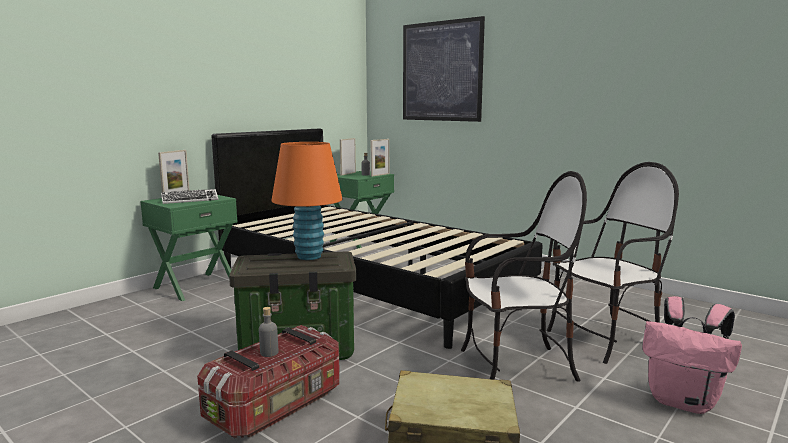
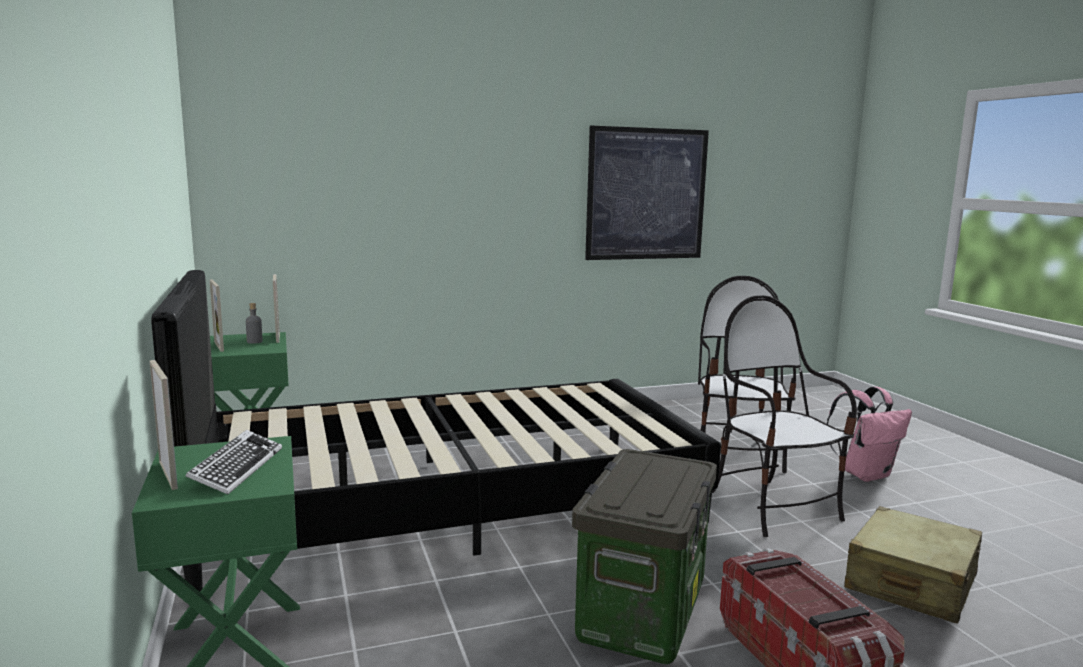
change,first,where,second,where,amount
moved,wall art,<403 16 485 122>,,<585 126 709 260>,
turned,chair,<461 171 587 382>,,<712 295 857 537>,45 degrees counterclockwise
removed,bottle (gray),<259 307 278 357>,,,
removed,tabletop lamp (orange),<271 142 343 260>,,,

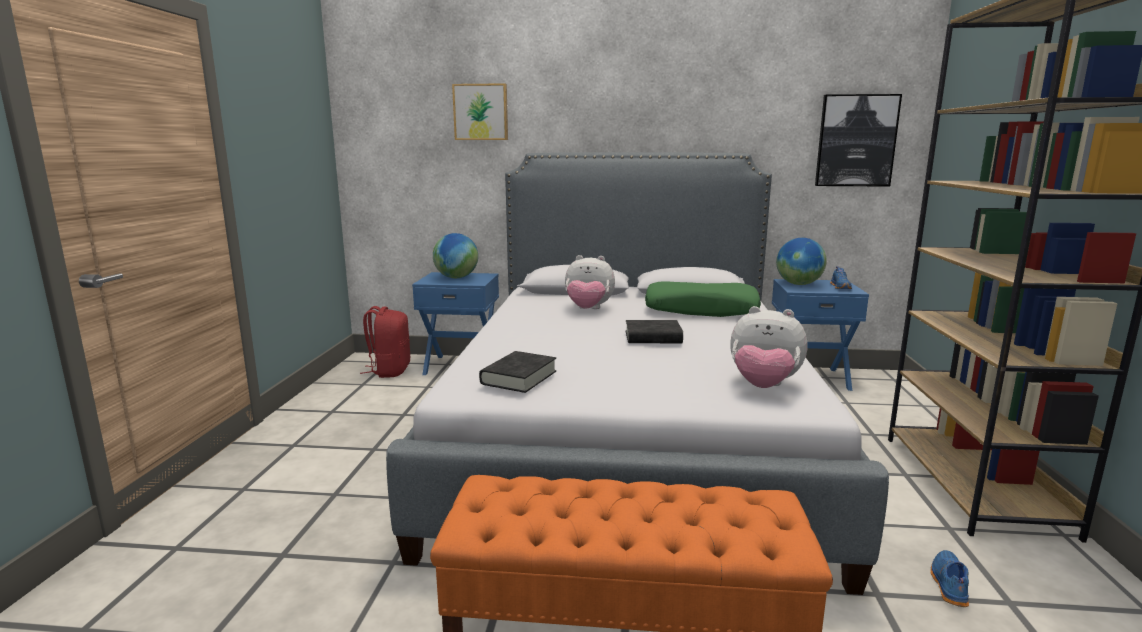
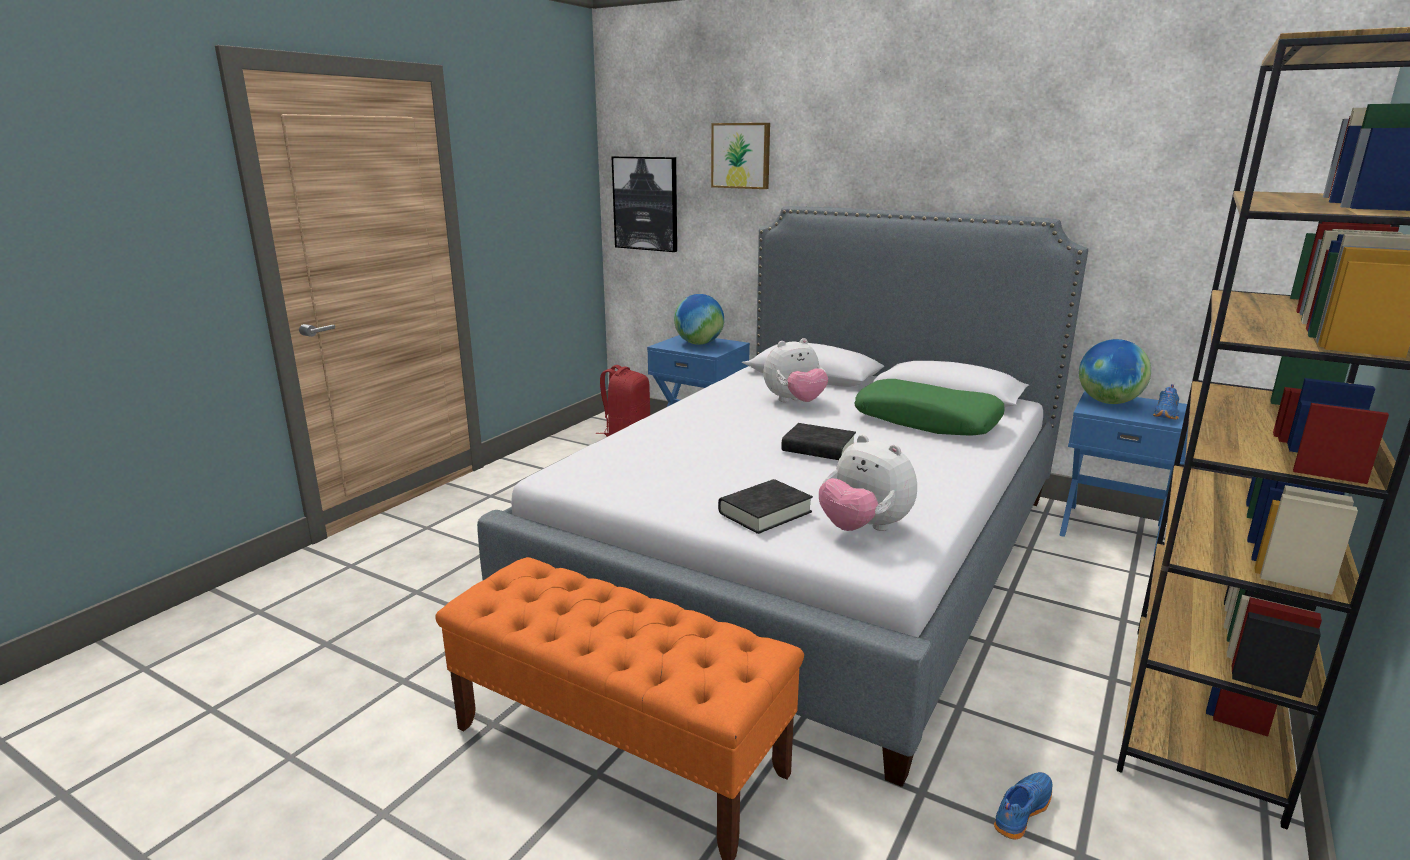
change,first,where,second,where,amount
moved,wall art,<815 94 902 187>,,<612 156 677 252>,
moved,book (blackish),<479 351 556 393>,,<718 479 813 534>,
turned,soft toy,<565 255 615 309>,,<764 338 828 402>,60 degrees counterclockwise

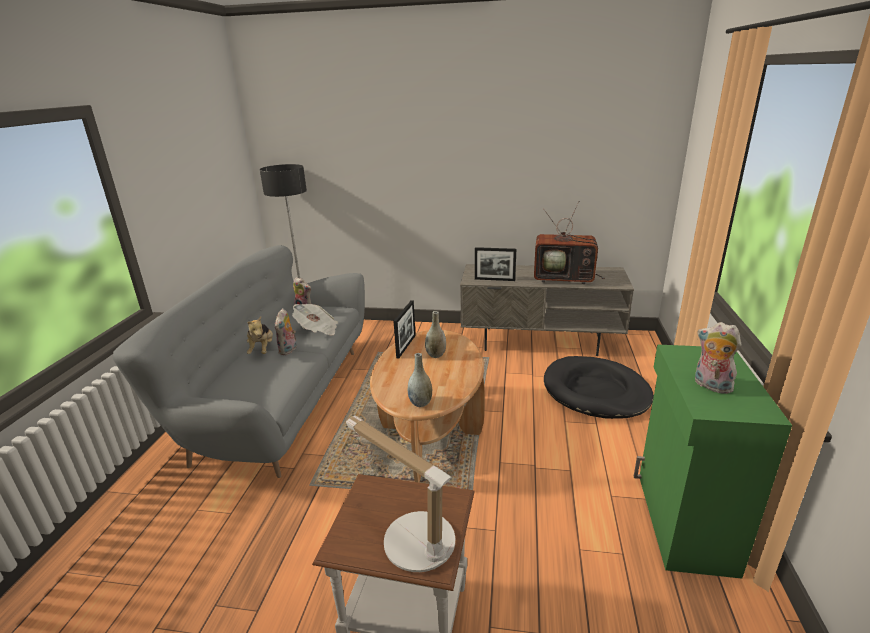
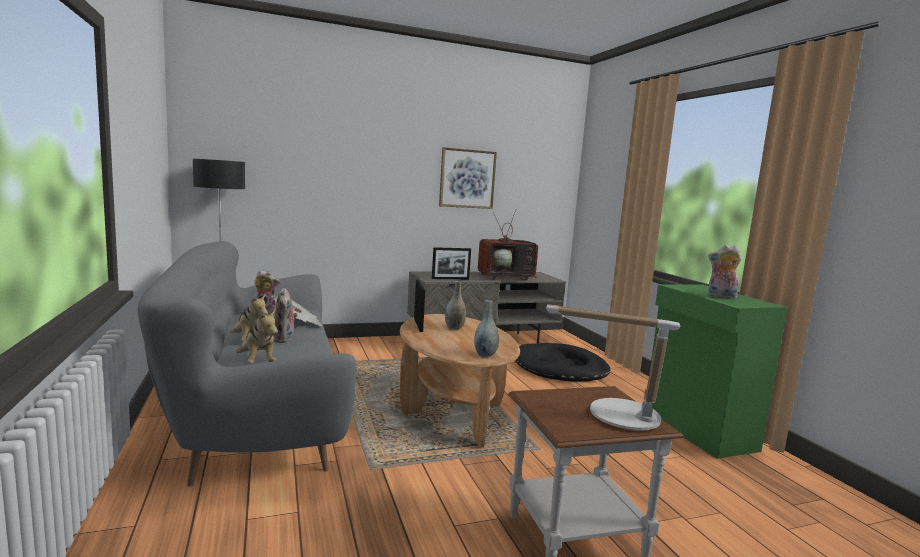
change,first,where,second,where,amount
added,,,soft toy,<235 310 278 364>,
added,,,wall art,<439 147 497 209>,

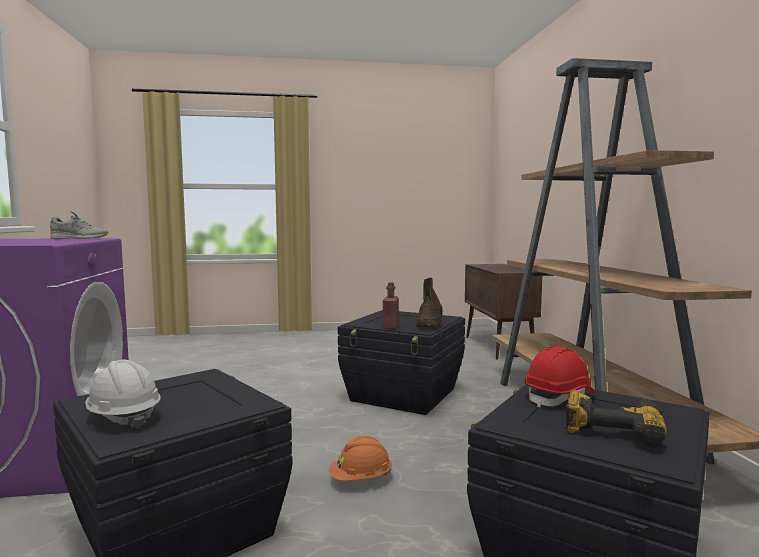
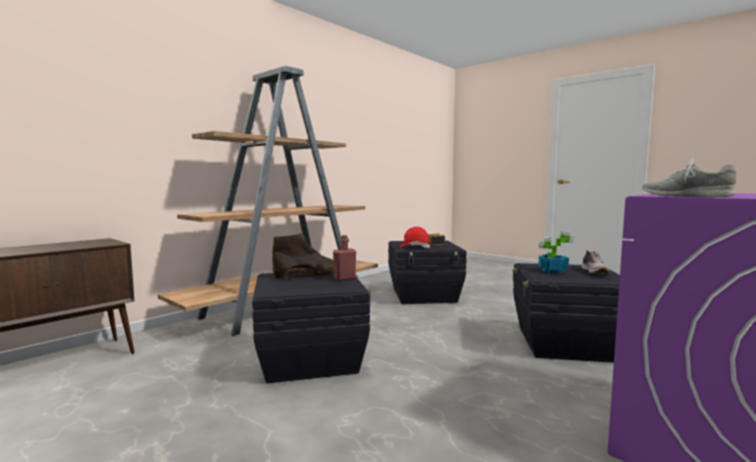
change,first,where,second,where,amount
added,,,potted plant,<538 231 574 273>,
replaced,safety helmet (white-coloured),<85 359 161 429>,low shoe,<582 250 610 274>,
removed,safety helmet (orange),<329 436 392 481>,,,

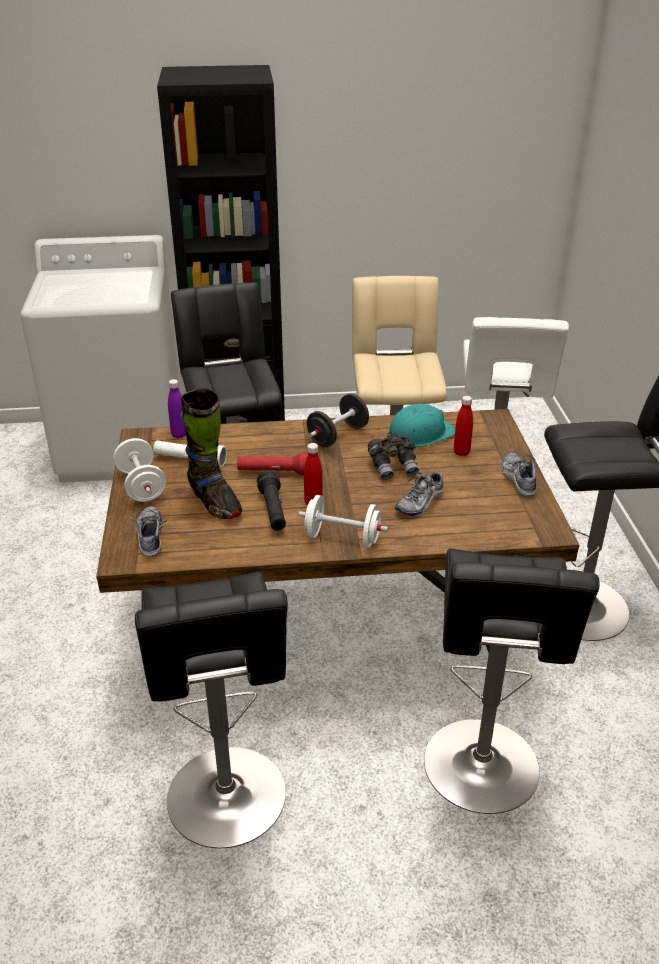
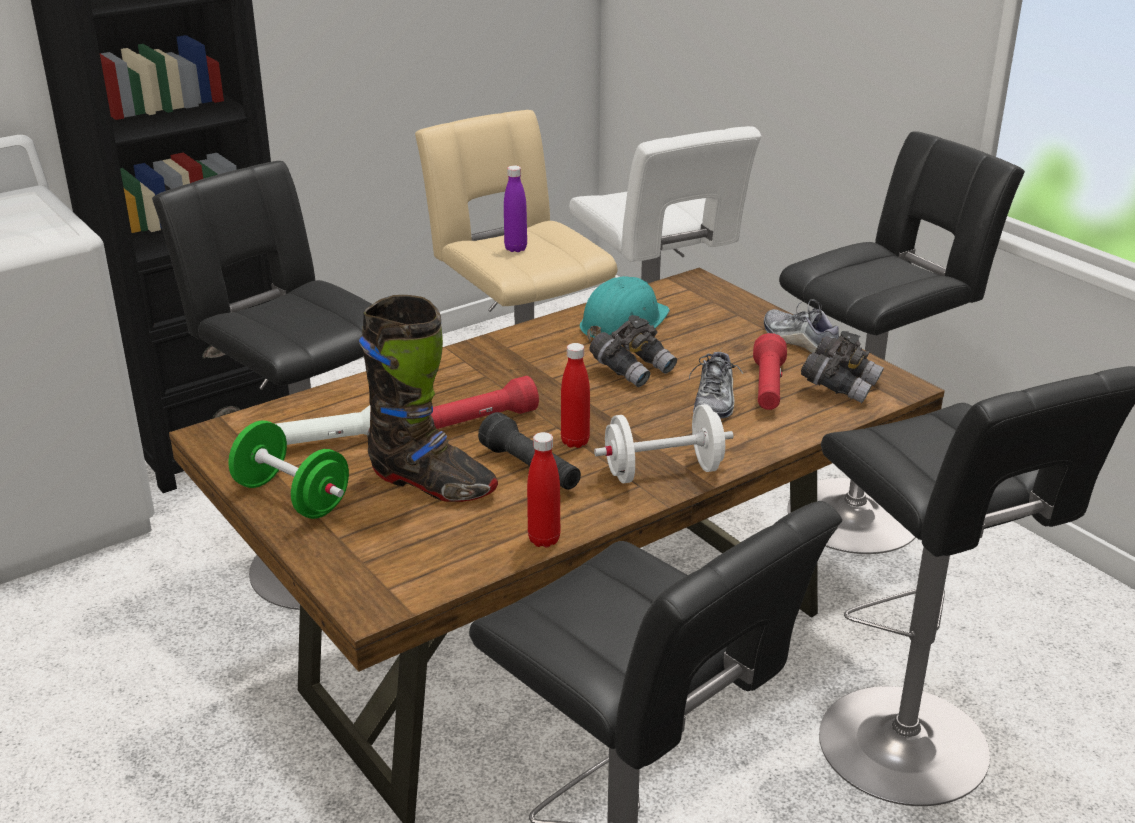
change,first,where,second,where,amount
recoloured,dumbbell (white-coloured),<113 438 166 502>,dumbbell (green),<228 420 349 519>,
moved,bottle (purplish),<168 379 186 438>,,<504 165 527 252>,
moved,bottle (red-coloured),<454 396 473 456>,,<527 432 560 548>,
added,,,flashlight (red-coloured),<753 333 787 410>,
added,,,pair of binoculars (gray),<801 331 884 403>,
removed,low shoe,<129 506 167 557>,,,
removed,dumbbell (blackish),<307 393 369 447>,,,

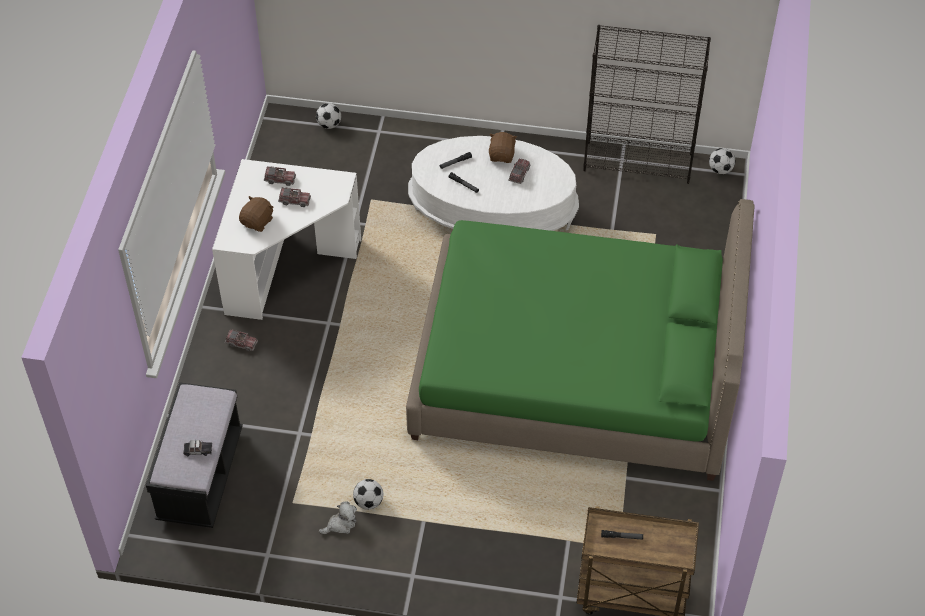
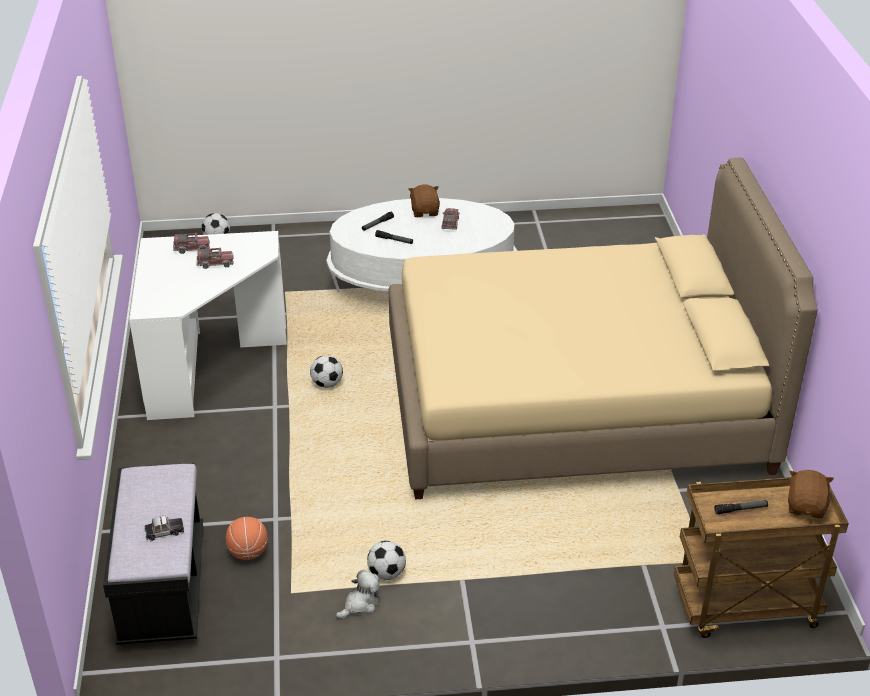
change,first,where,second,where,amount
added,,,basketball ball,<226 517 268 560>,
moved,football ball,<709 148 735 174>,,<310 355 343 388>,
recoloured,bed (green),<406 199 755 481>,bed (beige-coloured),<388 158 818 499>,
moved,soft toy (brown),<239 196 273 232>,,<788 470 834 518>,
removed,toy lorry,<225 329 258 351>,,,
removed,bookshelf (blackish),<583 25 711 184>,,,

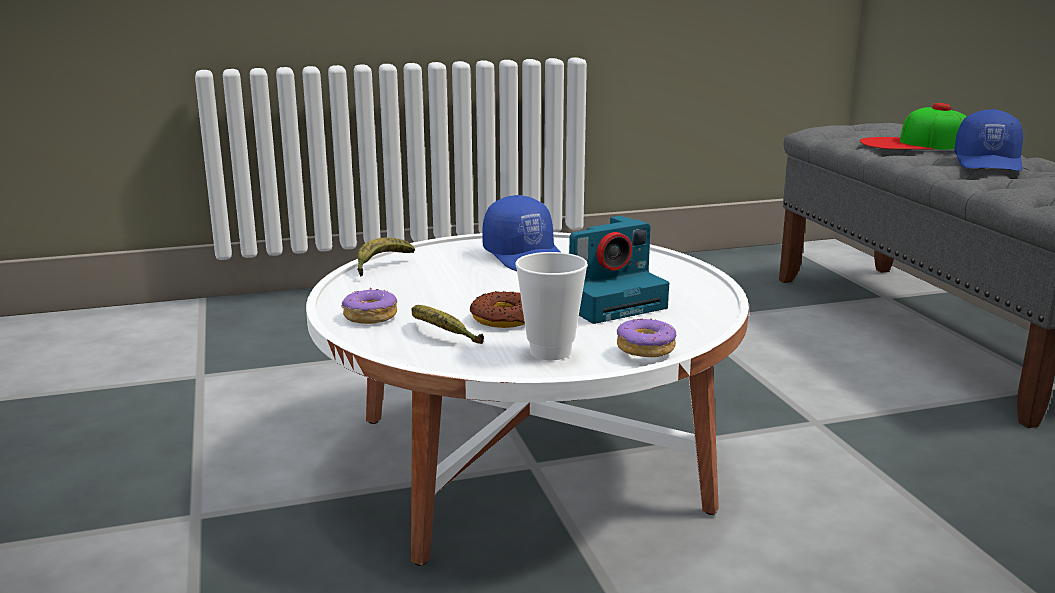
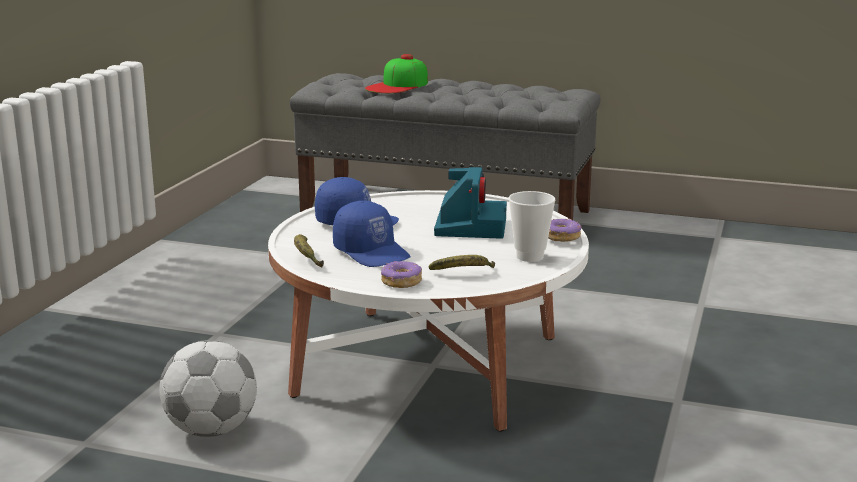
change,first,where,second,where,amount
added,,,football ball,<159 340 257 437>,
moved,cap (blue),<954 109 1023 171>,,<333 201 410 267>,
removed,doughnut,<470 291 525 328>,,,

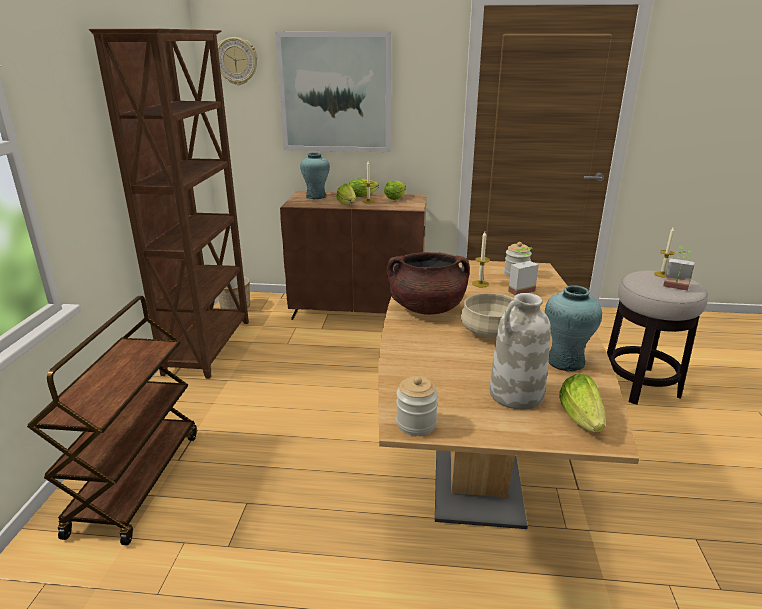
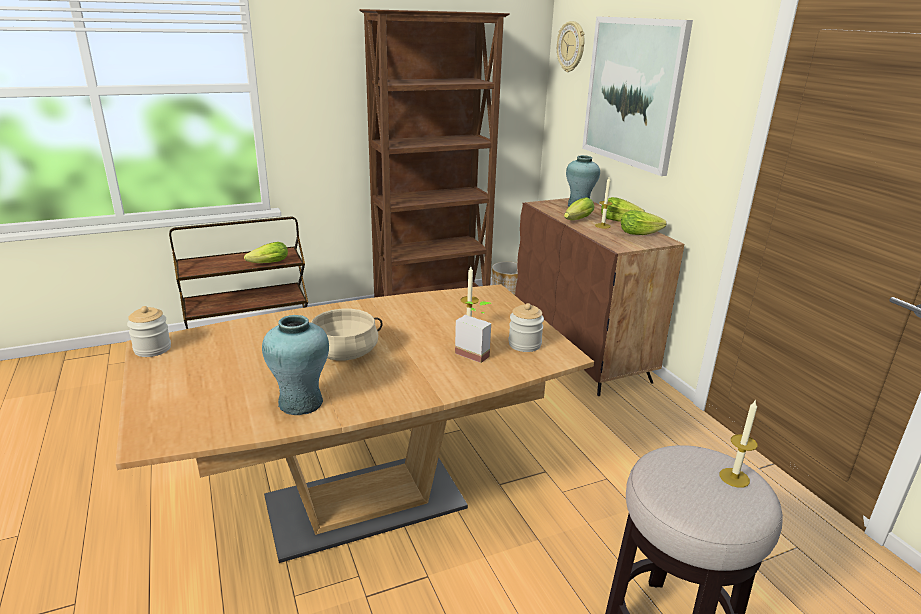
change,first,where,second,where,amount
moved,head of lettuce,<559 373 605 432>,,<244 242 288 263>,
removed,saucepot (brown),<387 252 470 315>,,,
removed,vase (white-coloured),<490 293 551 410>,,,
removed,potted plant,<663 246 694 291>,,,

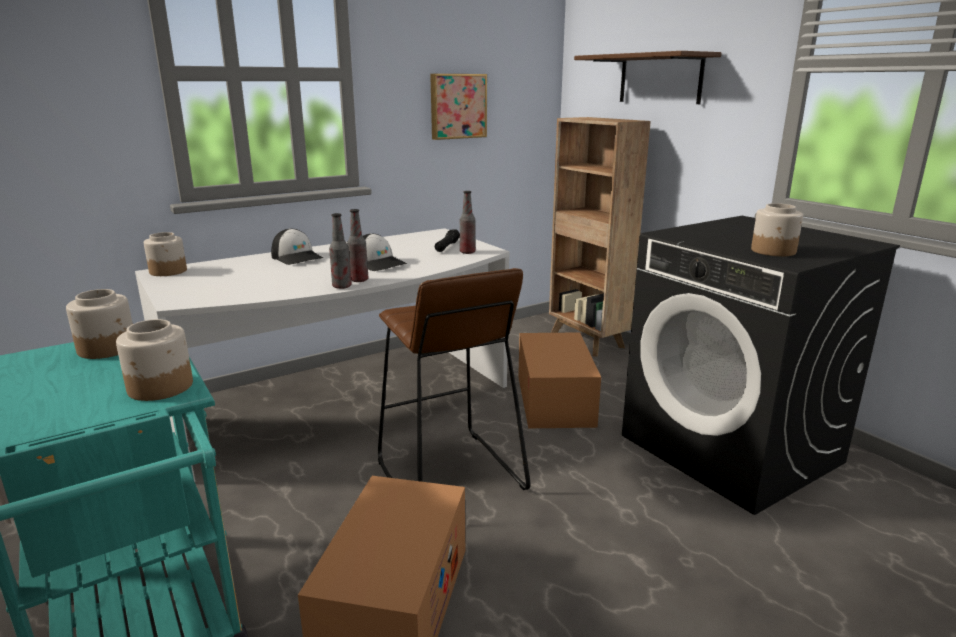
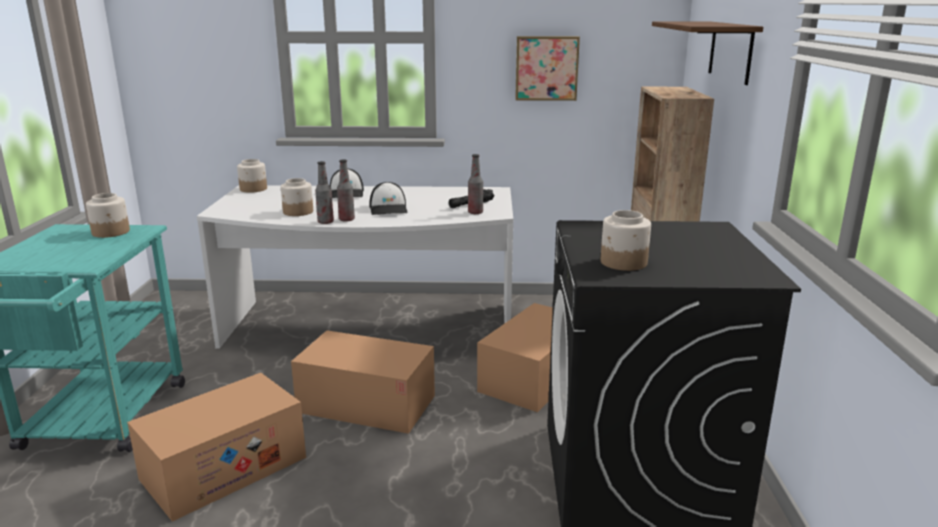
change,first,where,second,where,amount
moved,jar,<116 319 193 401>,,<281 178 313 216>,
replaced,stool (brown),<378 268 531 490>,packing box,<291 330 435 434>,

